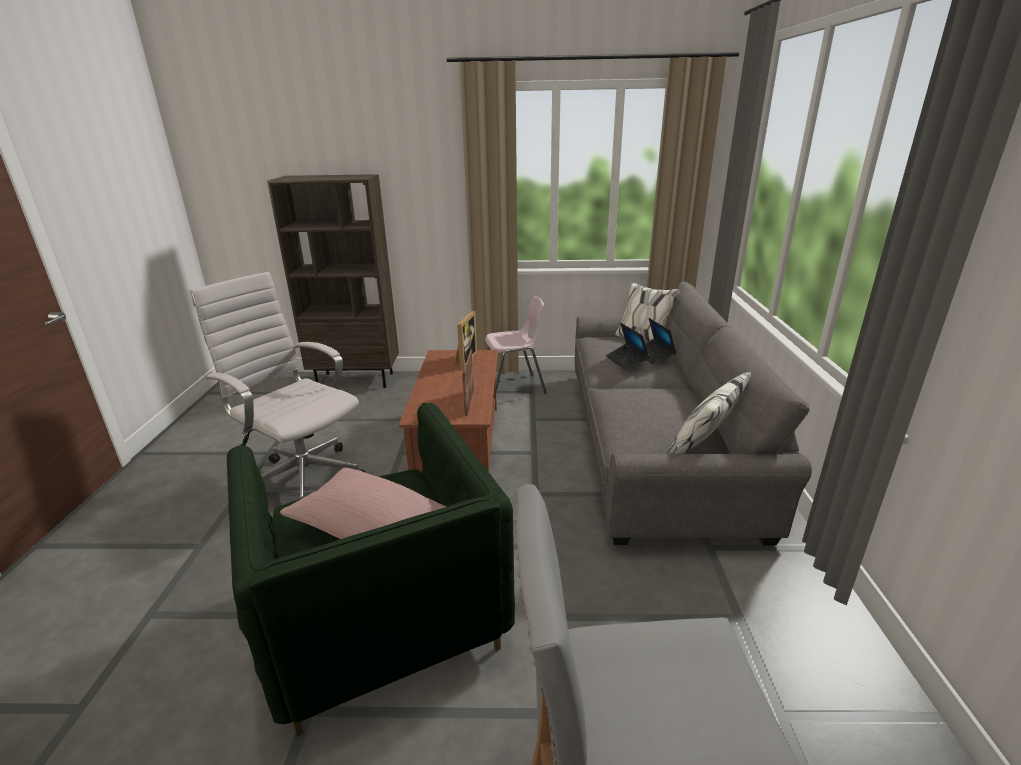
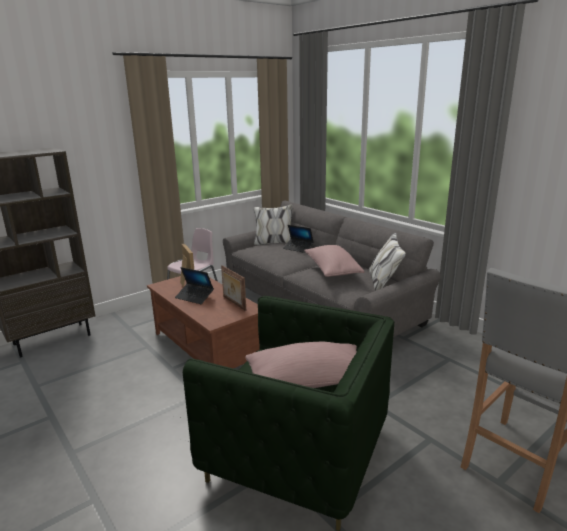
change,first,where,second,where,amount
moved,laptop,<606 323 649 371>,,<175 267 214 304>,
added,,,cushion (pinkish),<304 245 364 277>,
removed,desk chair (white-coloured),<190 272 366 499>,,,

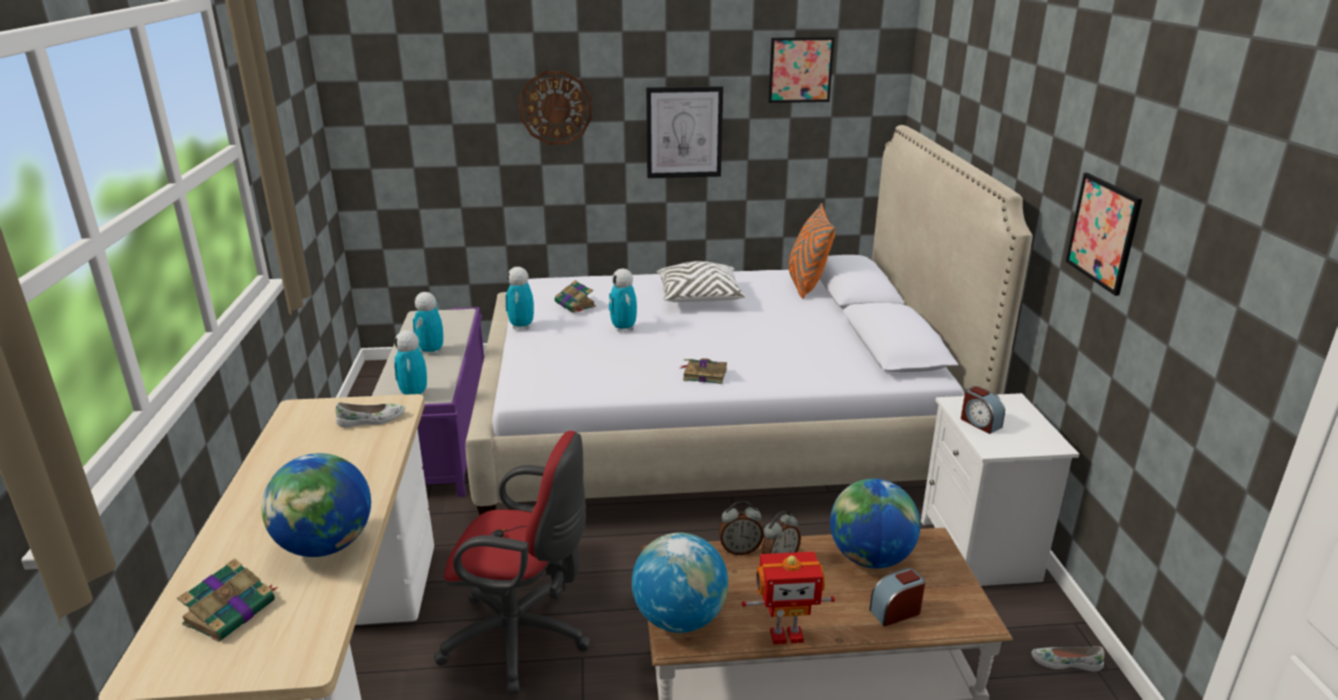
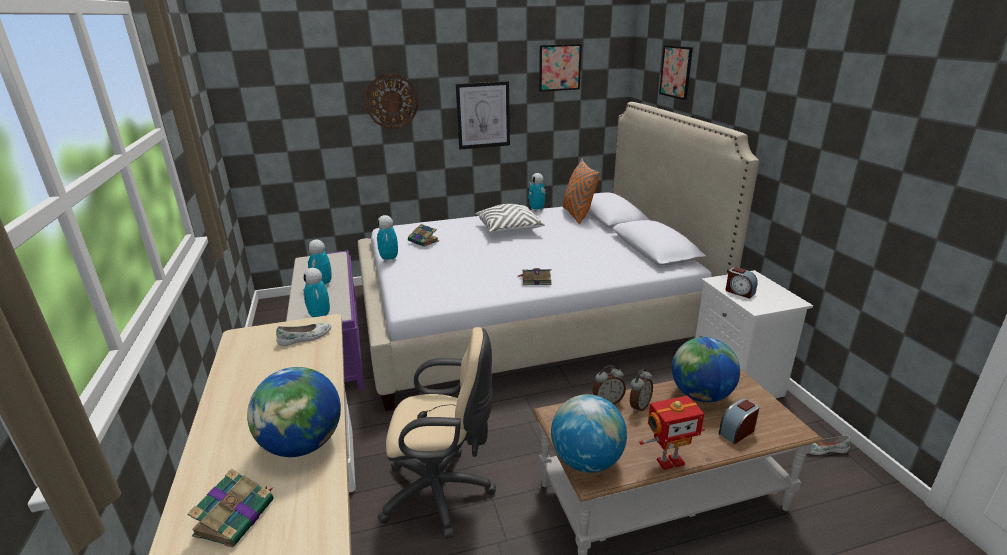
change,first,where,second,where,amount
recoloured,desk chair (red-coloured),<434 431 591 695>,desk chair (beige-coloured),<378 327 496 539>,
moved,toy robot,<609 268 637 332>,,<528 173 546 212>,
moved,wall art,<1065 173 1142 296>,,<659 45 693 100>,

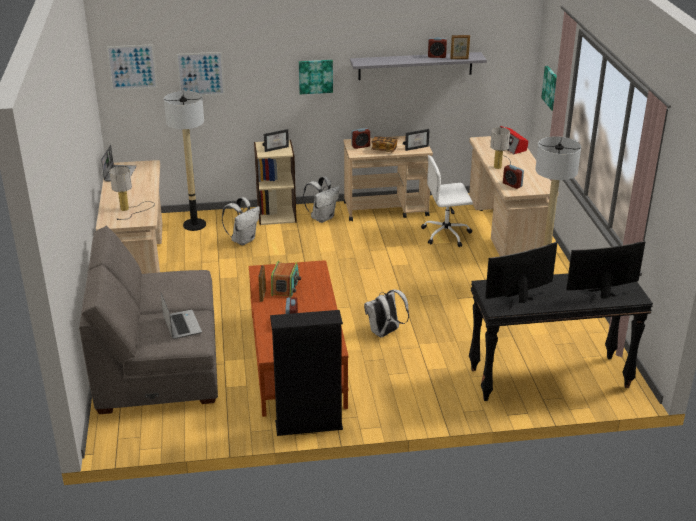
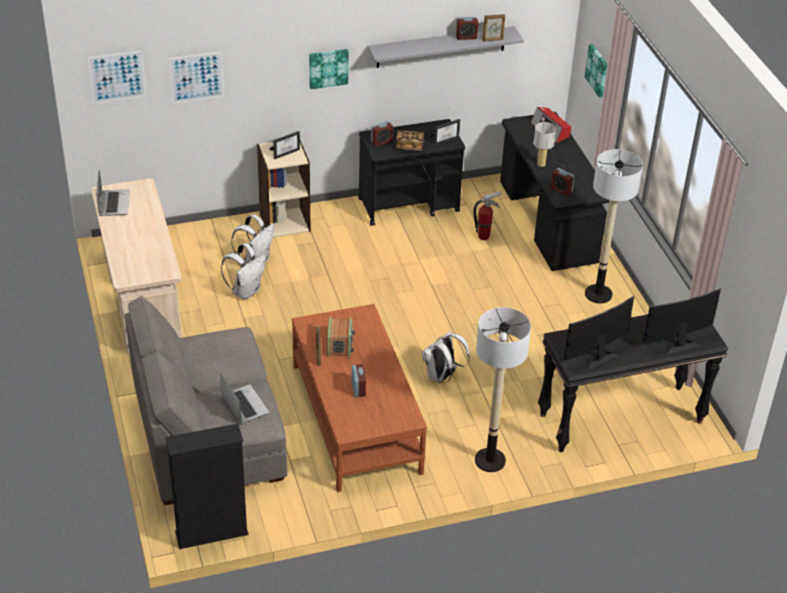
change,first,where,second,where,amount
moved,bookshelf (blackish),<270 310 343 436>,,<165 423 249 549>,
moved,rucksack (white-coloured),<303 176 340 223>,,<221 243 266 300>,
recoloured,cart (beige-coloured),<343 136 433 221>,cart (blackish),<358 119 465 226>,
replaced,desk chair (white-coloured),<421 155 473 247>,fire-fighting cylinder,<473 191 502 240>,
moved,floor lamp,<164 91 206 231>,,<475 307 531 472>,
recoloured,desk (beige-coloured),<469 136 559 256>,desk (blackish),<500 112 609 271>,
removed,tabletop lamp,<109 166 155 220>,,,

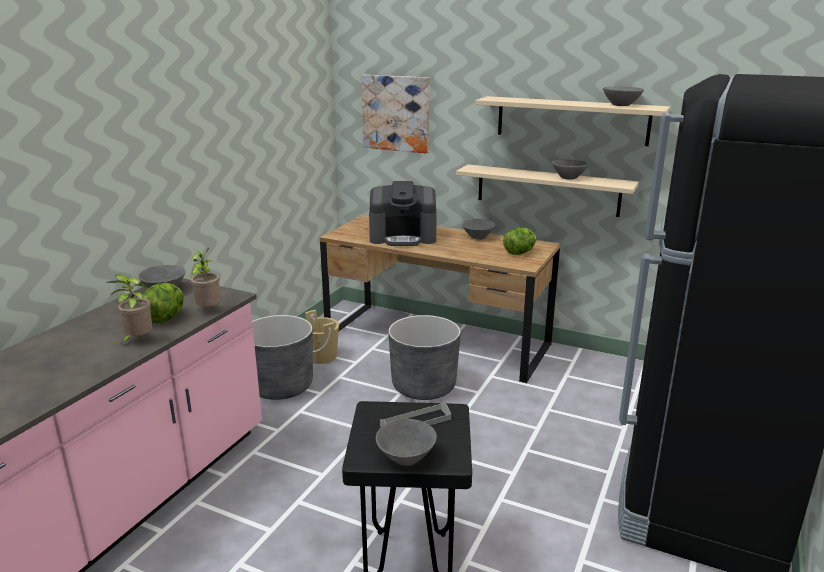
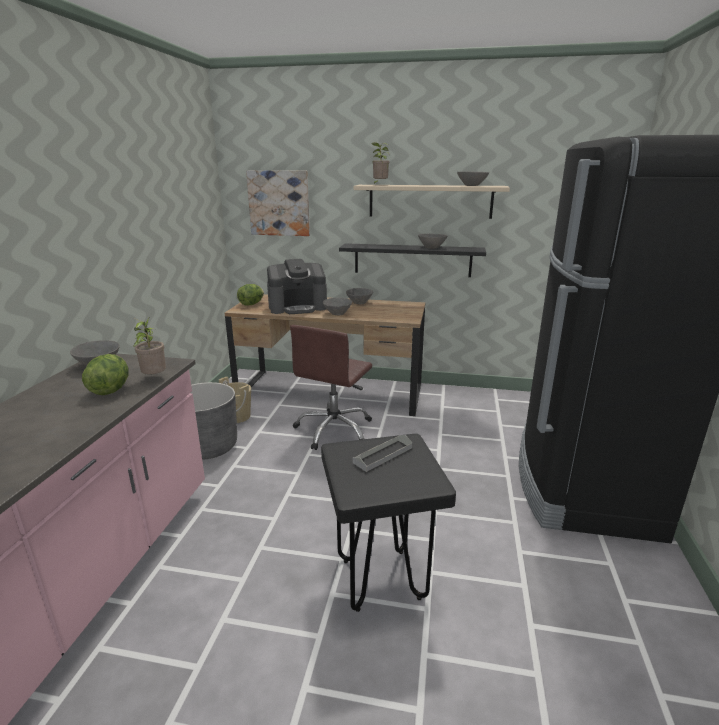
change,first,where,second,where,amount
moved,head of lettuce,<503 227 536 255>,,<237 284 264 305>,
replaced,flower pot (gray),<388 315 461 400>,desk chair (brown),<290 325 372 450>,
moved,bowl (gray),<376 419 437 466>,,<323 298 352 315>,
recoloured,wall shelf (beige-coloured),<456 165 639 217>,wall shelf (blackish),<339 243 486 277>,
moved,potted plant,<106 274 152 343>,,<371 142 390 185>,

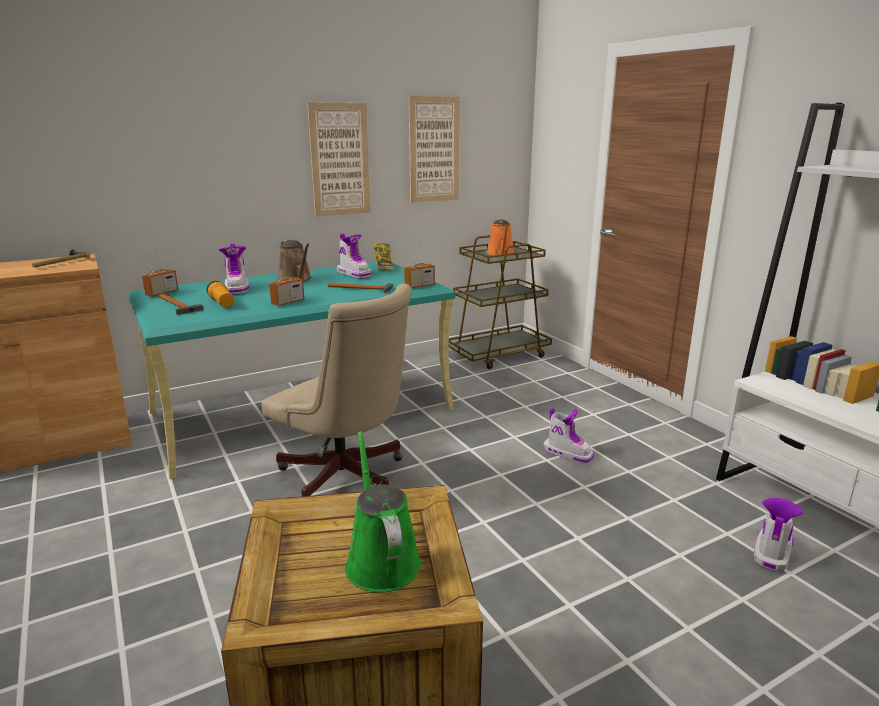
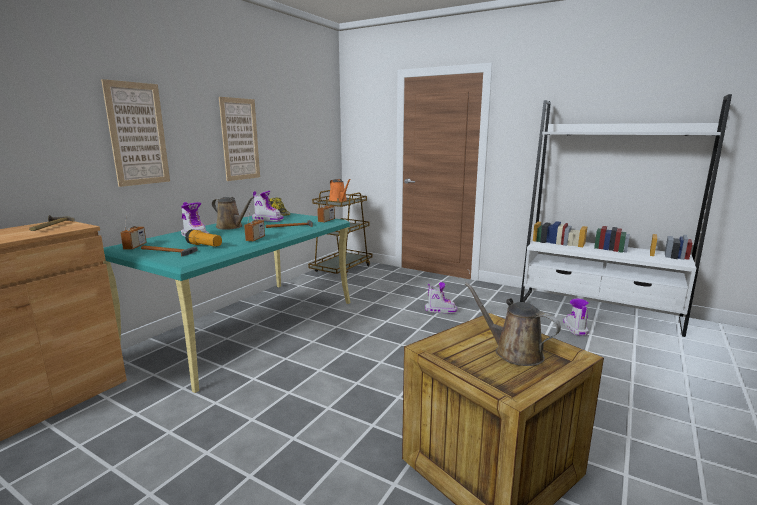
change,first,where,second,where,amount
moved,wall art,<409 96 460 203>,,<101 79 170 187>,
recoloured,watering can (green),<345 431 421 593>,watering can (brown),<465 283 561 366>,
removed,desk chair (beige-coloured),<261 284 412 496>,,,

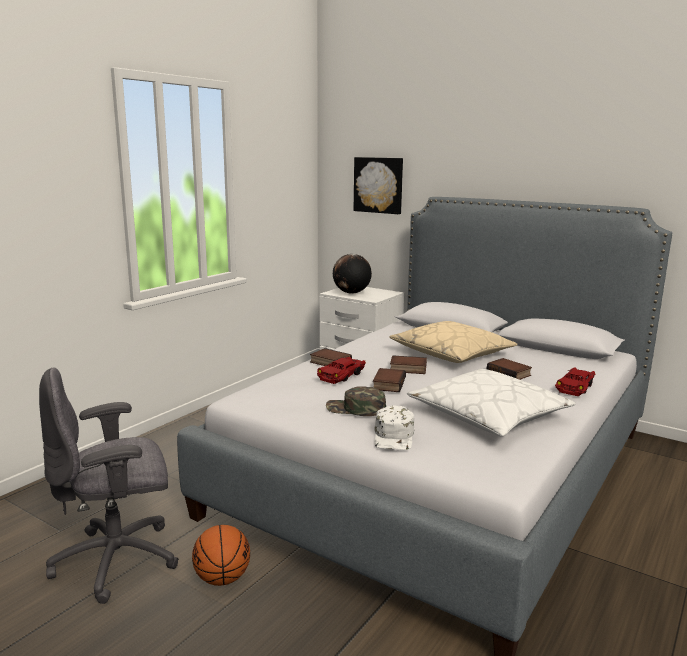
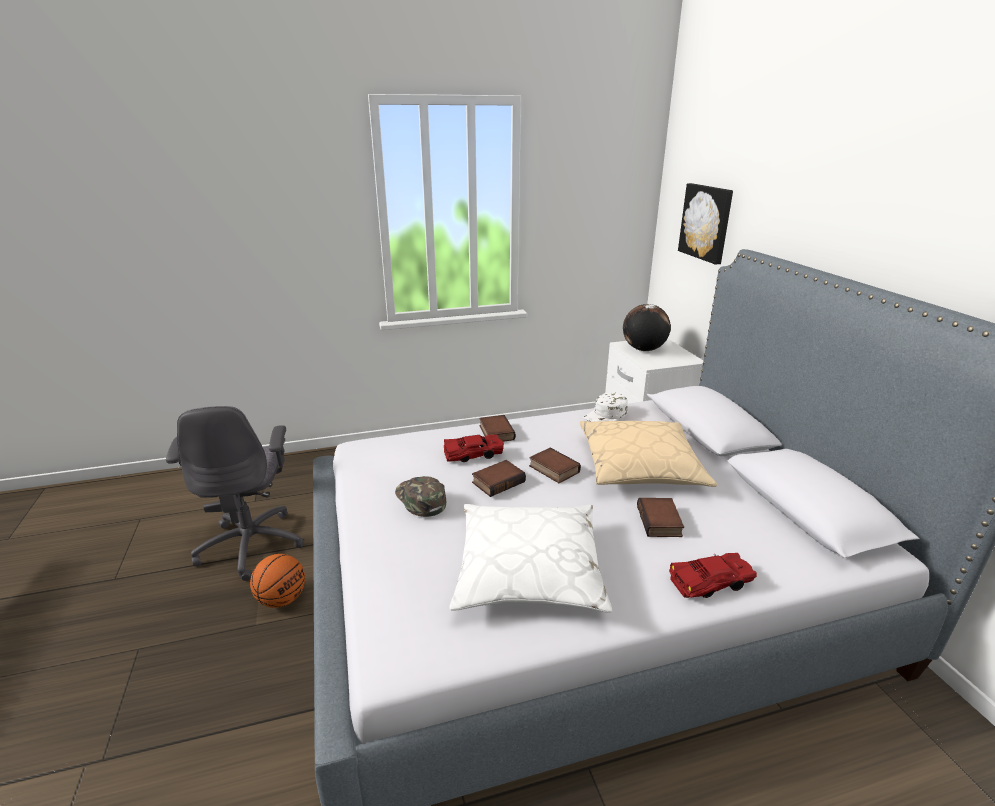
change,first,where,second,where,amount
turned,desk chair (gray),<39 367 179 604>,,<166 406 304 581>,120 degrees counterclockwise
moved,cap (white-coloured),<375 405 414 450>,,<584 393 628 422>,

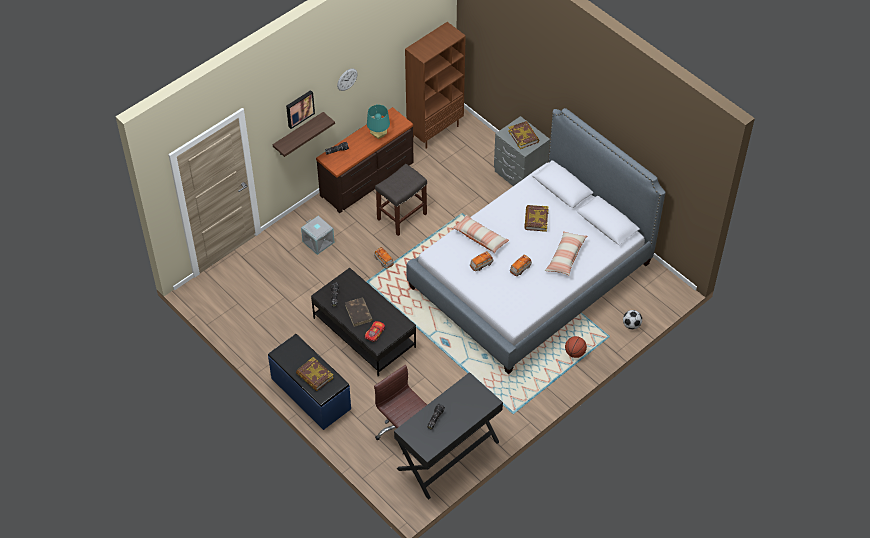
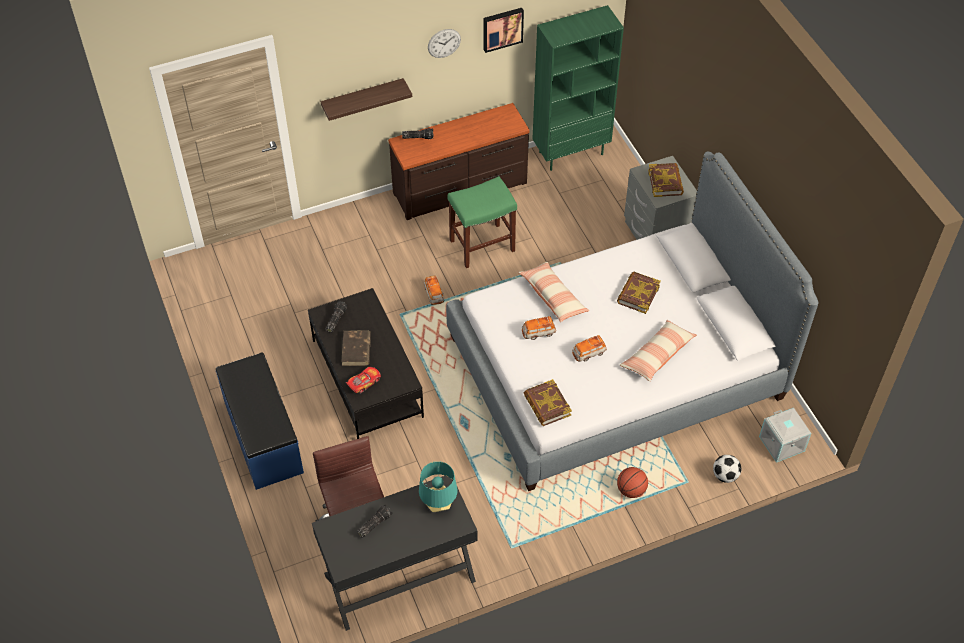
change,first,where,second,where,amount
moved,tabletop lamp (turquoise-coloured),<367 104 390 139>,,<419 461 458 512>,
recoloured,stool (gray),<375 164 427 236>,stool (green),<447 176 517 268>,
moved,wall art,<286 90 315 129>,,<484 8 524 53>,
moved,book,<296 357 333 391>,,<524 379 572 426>,
recoloured,bookshelf (brown),<405 22 466 149>,bookshelf (green),<533 5 624 171>,
moved,storage bin (gray),<301 216 335 255>,,<759 407 811 463>,

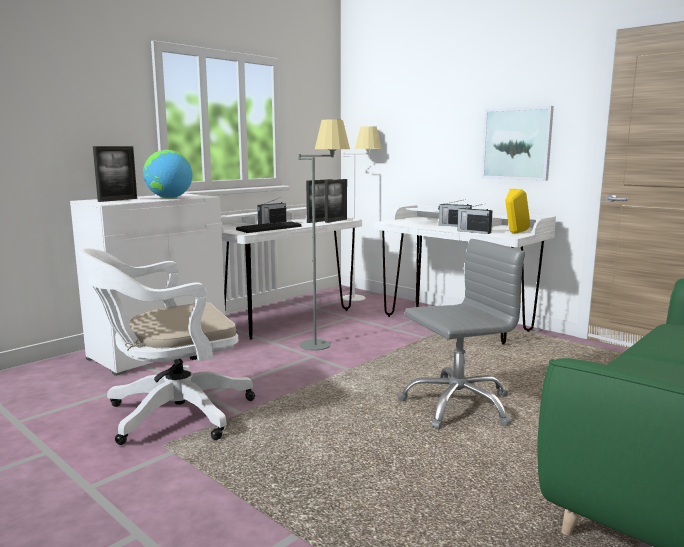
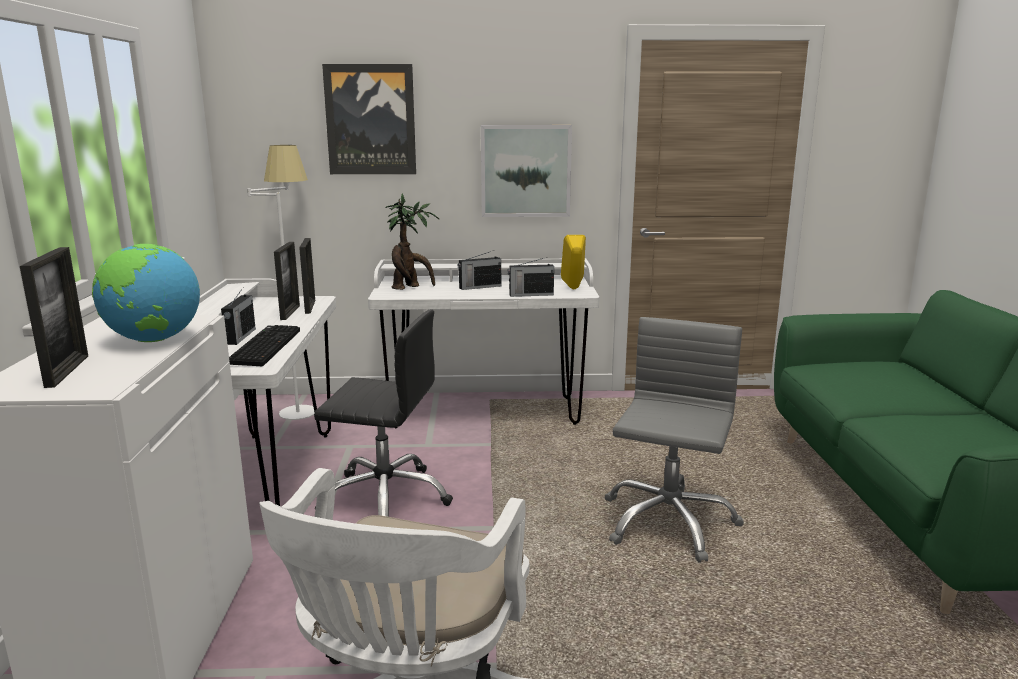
change,first,where,second,where,amount
replaced,floor lamp (gray),<298 120 350 350>,desk chair (blackish),<314 310 453 517>,
added,,,wall art,<322 64 416 174>,
added,,,potted plant,<385 193 440 290>,

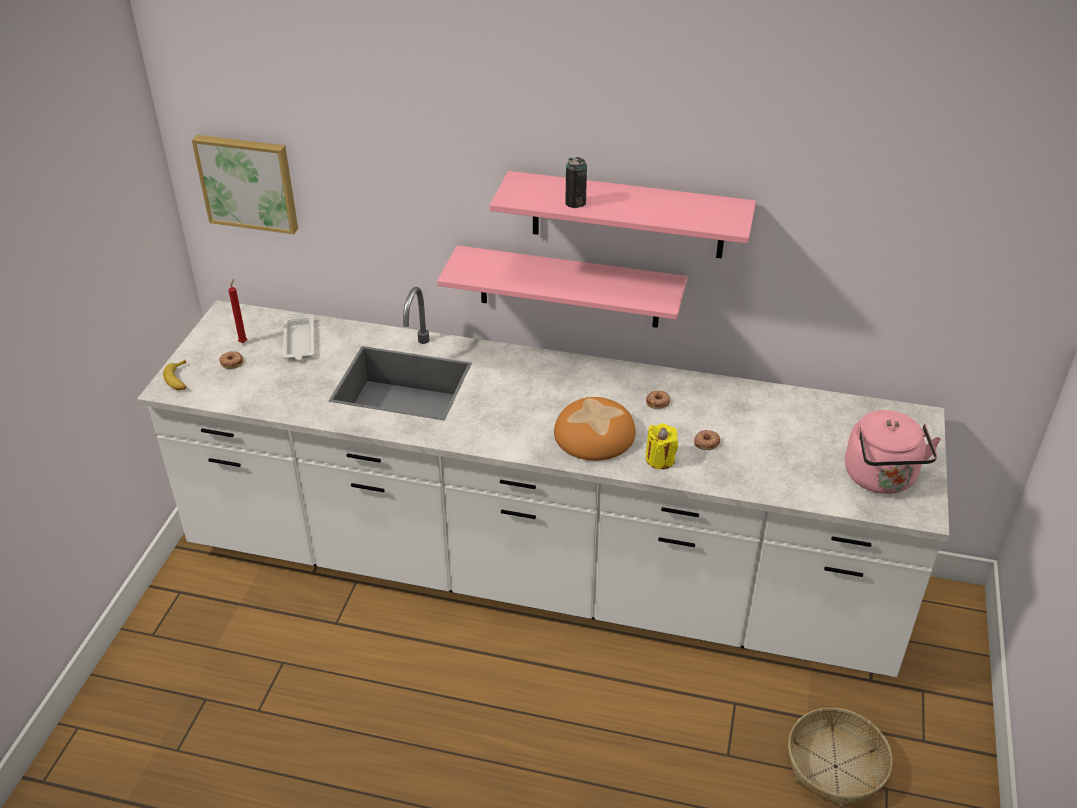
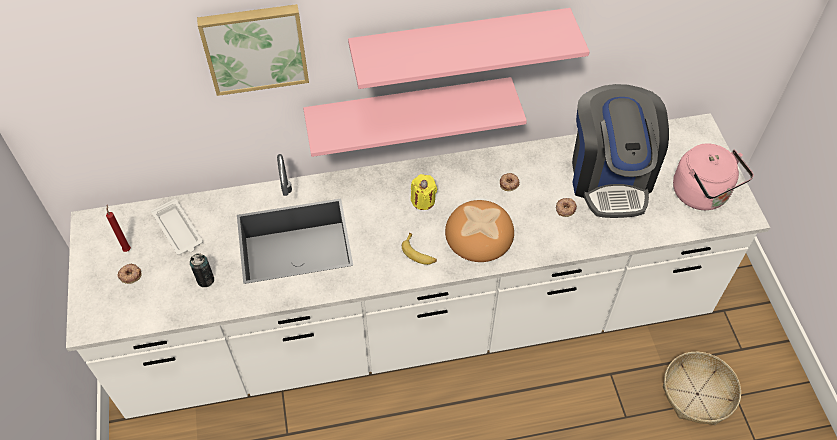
change,first,where,second,where,amount
moved,metal can,<565 157 587 208>,,<190 253 214 287>,
moved,wall art,<192 135 298 234>,,<197 4 309 96>,
moved,banana fruit,<163 360 187 390>,,<402 233 437 265>,
moved,wax light (yellow),<646 423 678 469>,,<411 174 437 210>,
added,,,coffee brewer,<572 84 669 218>,

